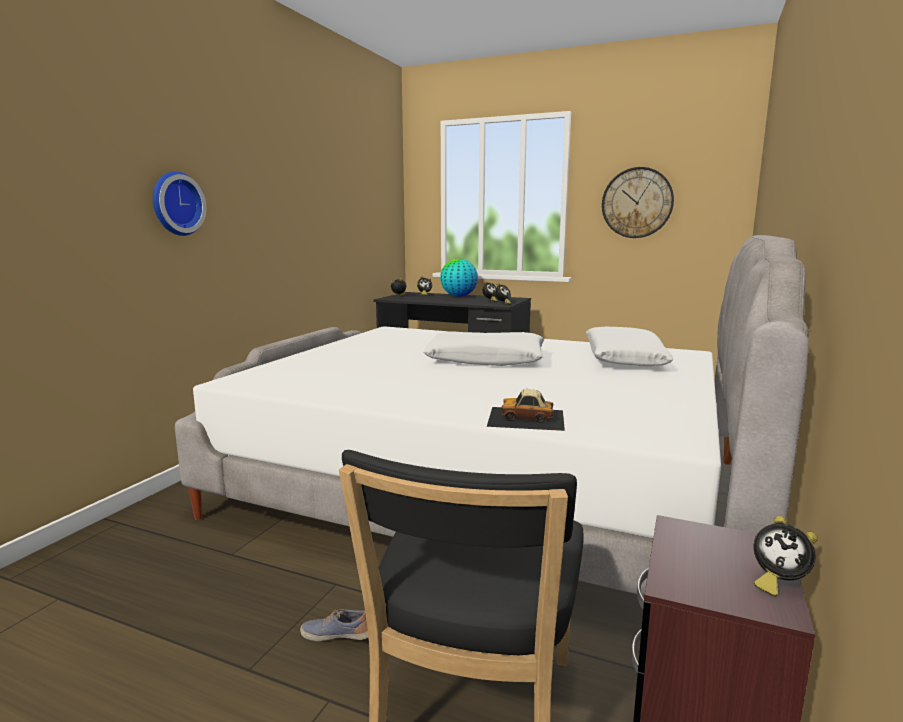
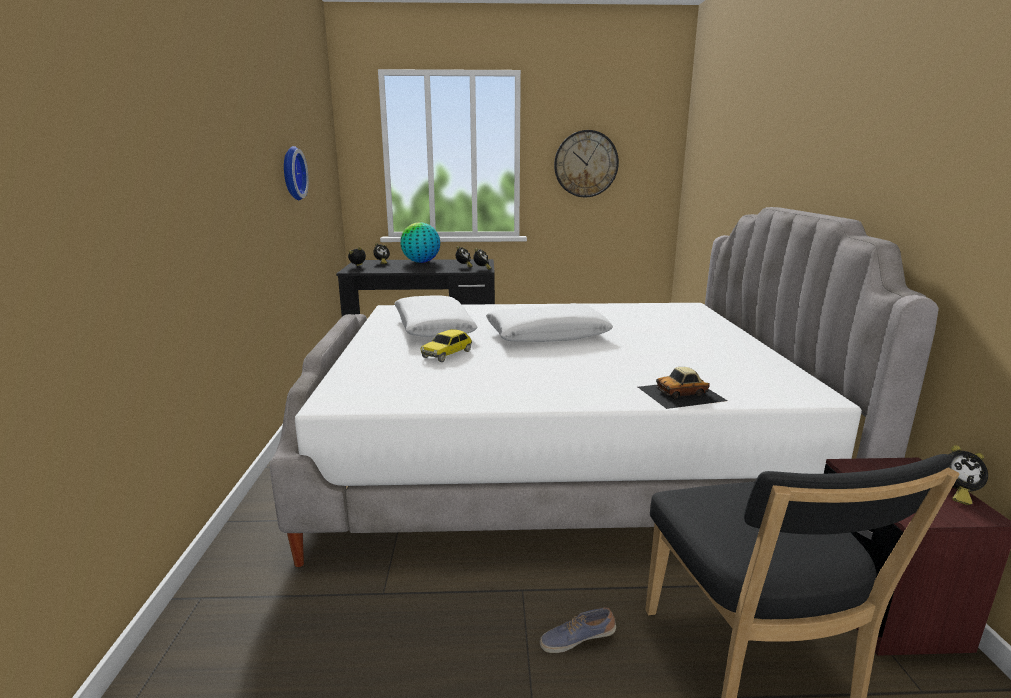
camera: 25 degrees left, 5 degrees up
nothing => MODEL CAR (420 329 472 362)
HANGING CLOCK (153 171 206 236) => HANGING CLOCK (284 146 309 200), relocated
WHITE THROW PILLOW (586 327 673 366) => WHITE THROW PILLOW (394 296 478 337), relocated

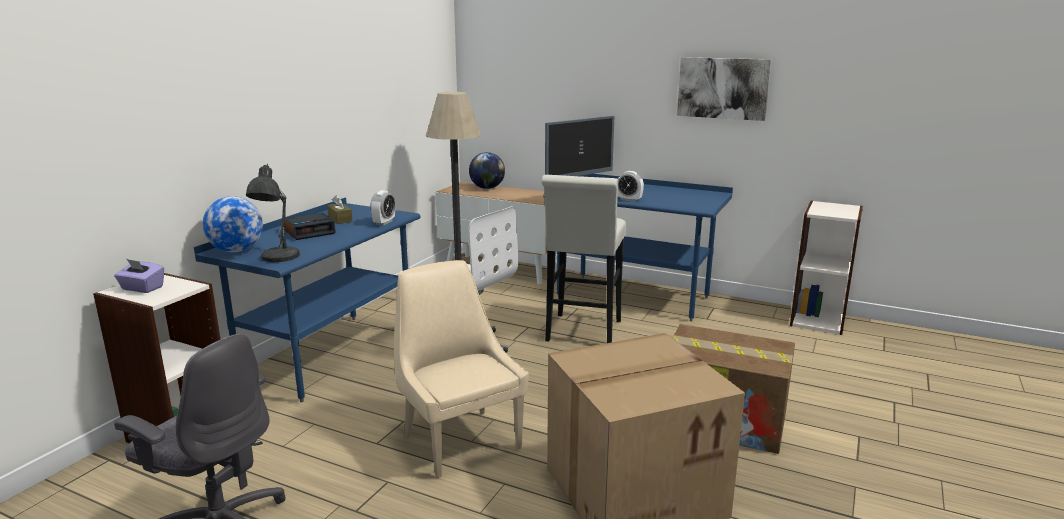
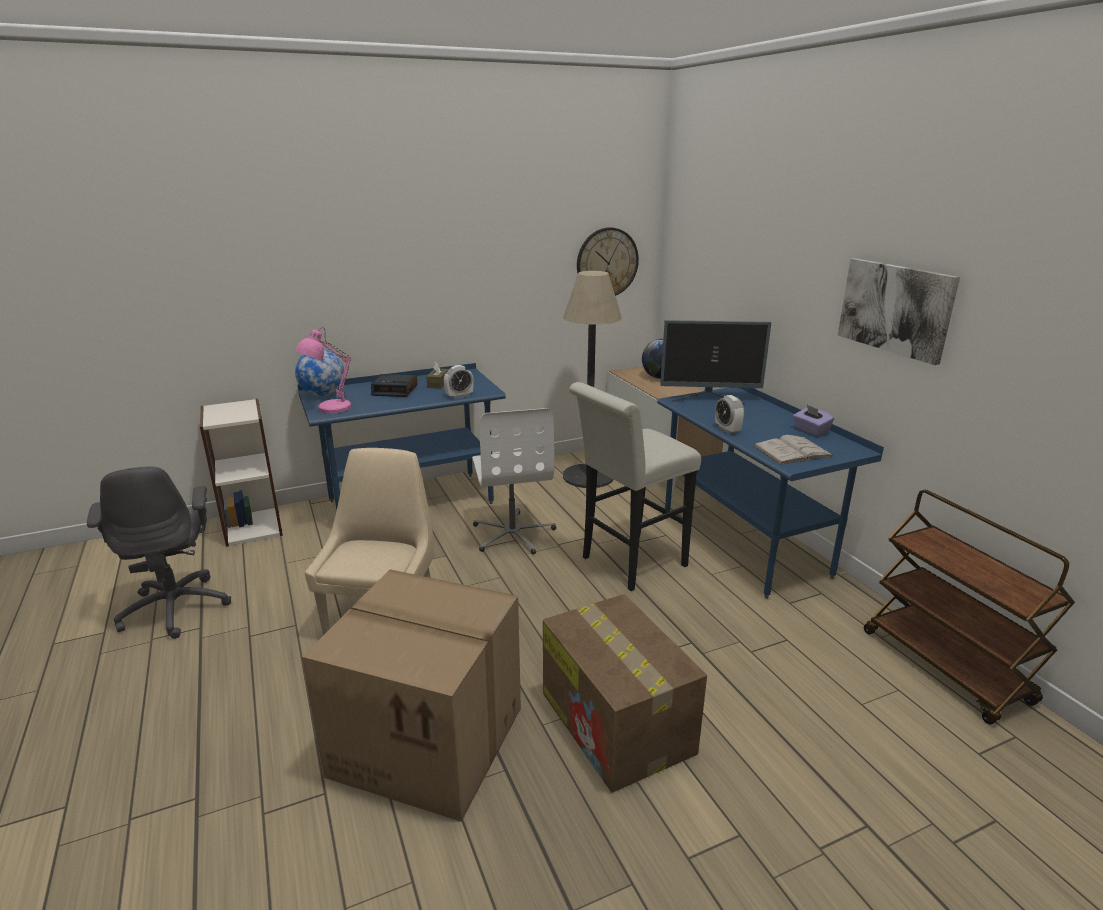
camera: 40 degrees right, 5 degrees up
nothing => HANGING CLOCK (577 227 639 296)
nothing => WHITE VOLUME (753 435 834 465)
PURPLISH BOX OF TISSUES (114 259 164 293) => PURPLISH BOX OF TISSUES (793 405 834 436), relocated
SHELVING UNIT (790 201 863 335) => BROWN WHEELED CART (864 490 1075 725)
GREY LAMP FOR A TABLE (246 164 300 262) => PINK LAMP FOR A TABLE (295 328 351 413)

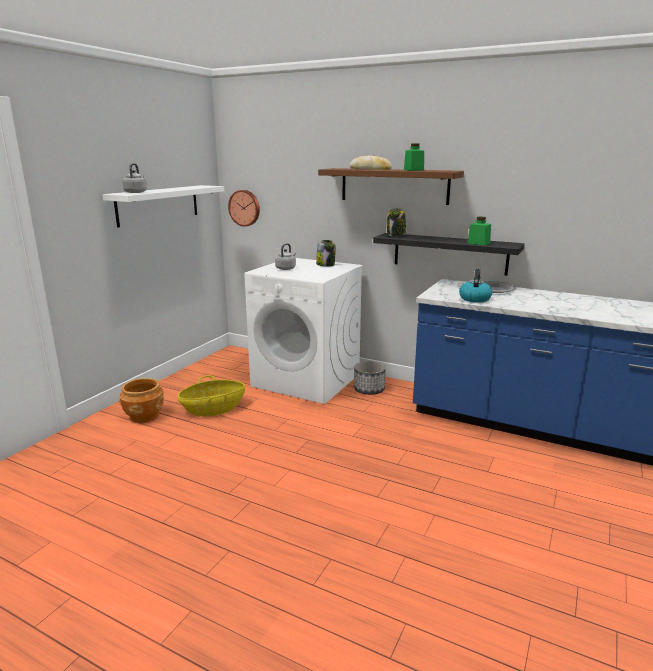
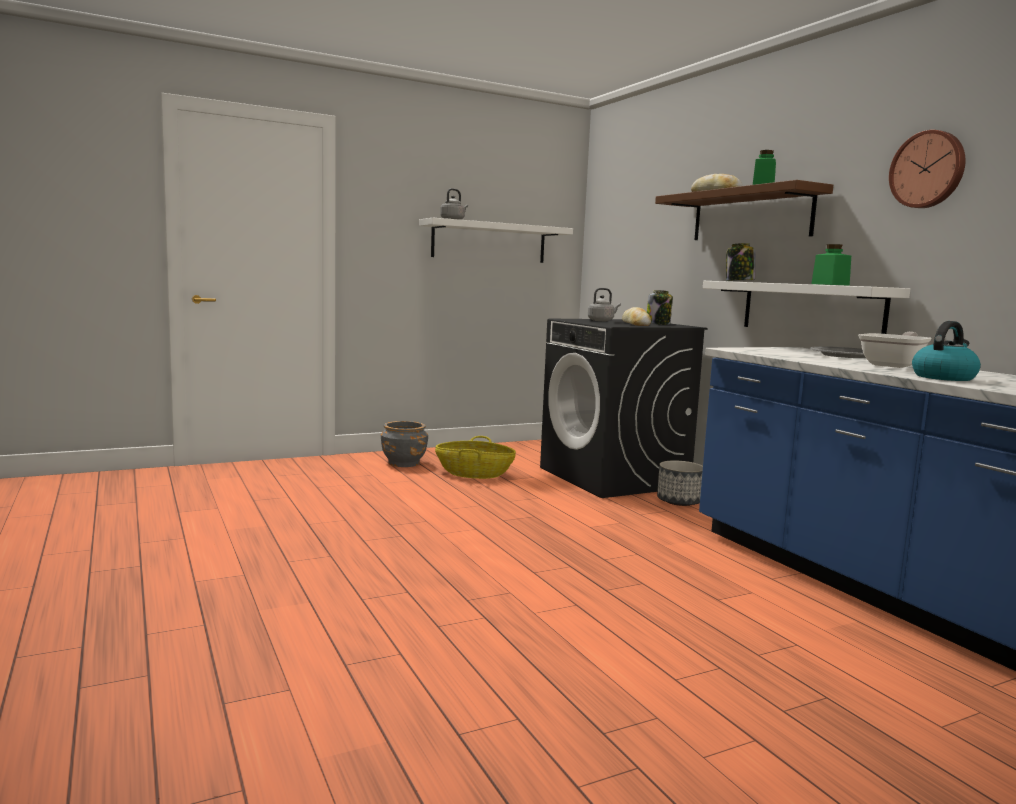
camera: 35 degrees right, 10 degrees down
nothing => BAKERY BREAD (622 307 651 326)
nothing => PAN (858 332 931 368)
HANGING CLOCK (228 190 260 227) => HANGING CLOCK (889 130 966 208), relocated
WATER KETTLE (459 269 492 302) => WATER KETTLE (912 321 981 381), relocated
BROWN PLANTER (120 378 164 423) => GREY PLANTER (381 421 428 467)
WHITE LAUNDRY APPLIANCE (244 258 363 404) => BLACK LAUNDRY APPLIANCE (540 318 708 498)
BLACK SHELF (373 233 525 276) => WHITE SHELF (703 281 910 334)

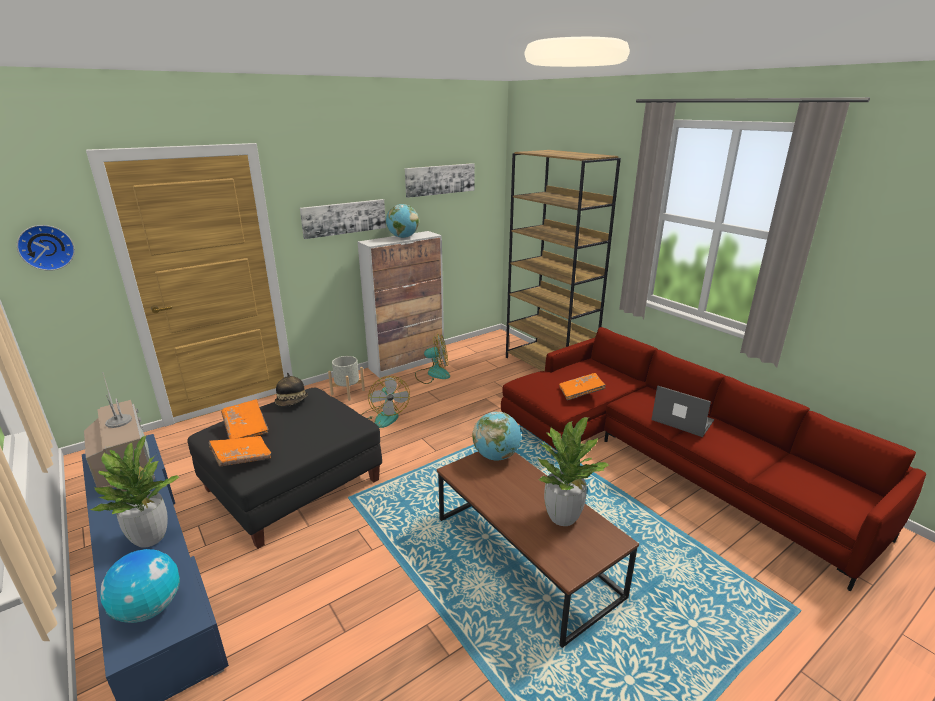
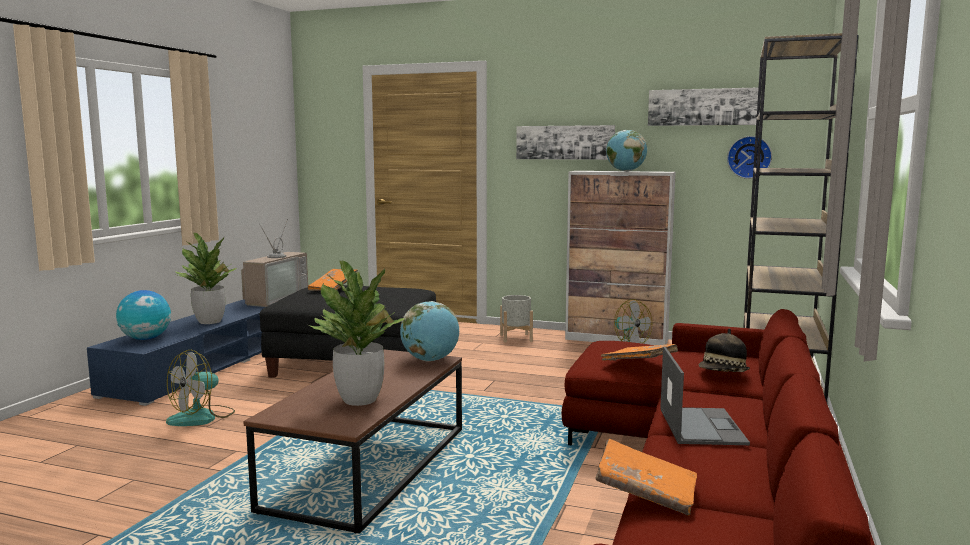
camera: 55 degrees right, 15 degrees down
HANGING CLOCK (17 225 75 271) => HANGING CLOCK (727 136 772 179), relocated
ORANGE-COLOURED VOLUME (208 436 271 466) => ORANGE-COLOURED VOLUME (595 439 697 516), relocated
CLOTHING HAT (275 373 308 406) => CLOTHING HAT (699 328 750 372), relocated
FAN (361 376 410 428) => FAN (166 350 235 426), relocated

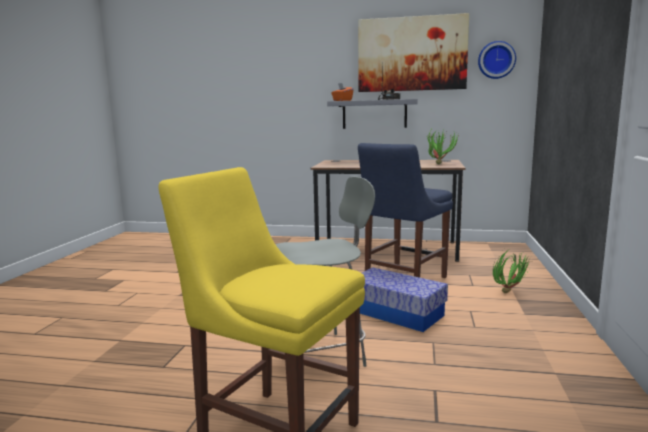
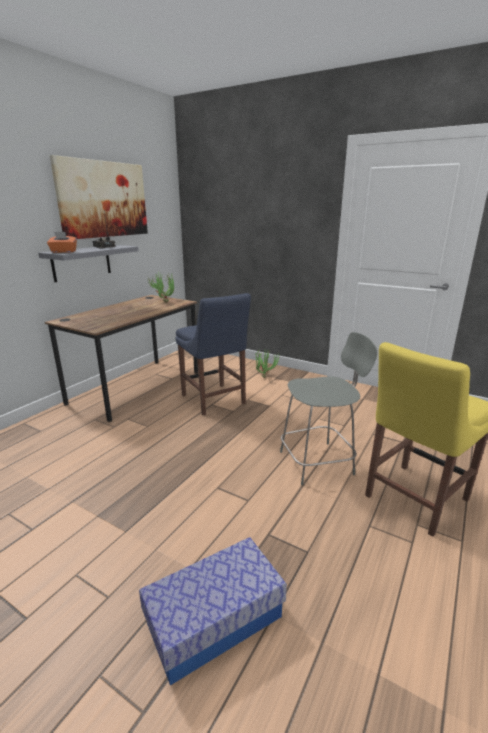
camera: 70 degrees left, 10 degrees up
HANGING CLOCK (478 41 516 79) => nothing
STORAGE BOX (360 267 448 332) => STORAGE BOX (139 537 287 685), relocated
GREY UPRIGHT CHAIR (276 177 375 367) => GREY UPRIGHT CHAIR (280 332 377 485), 75 degrees clockwise

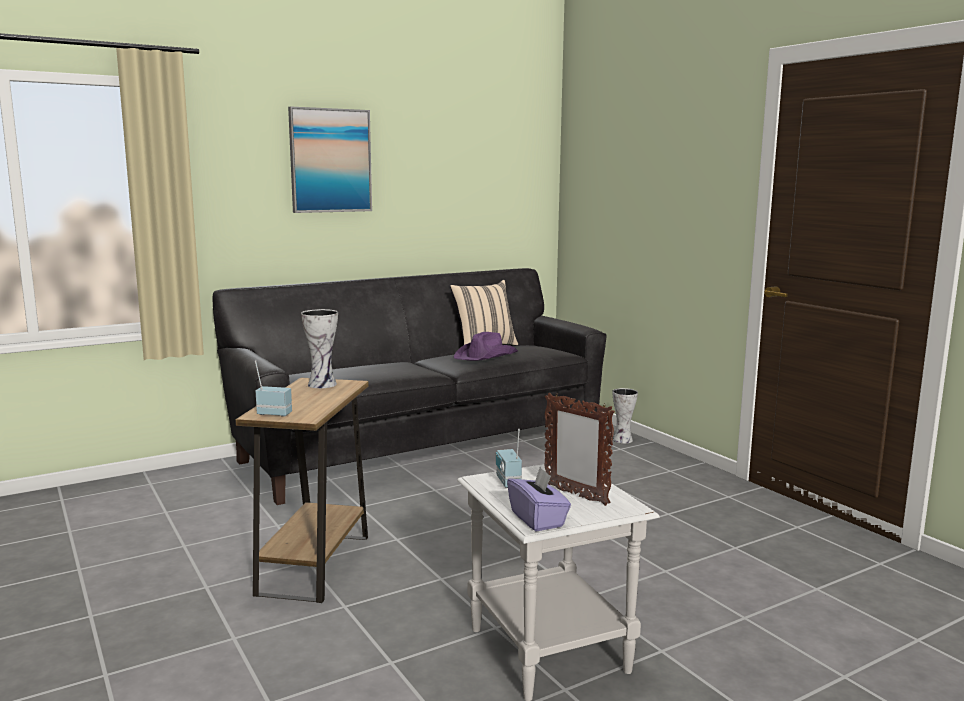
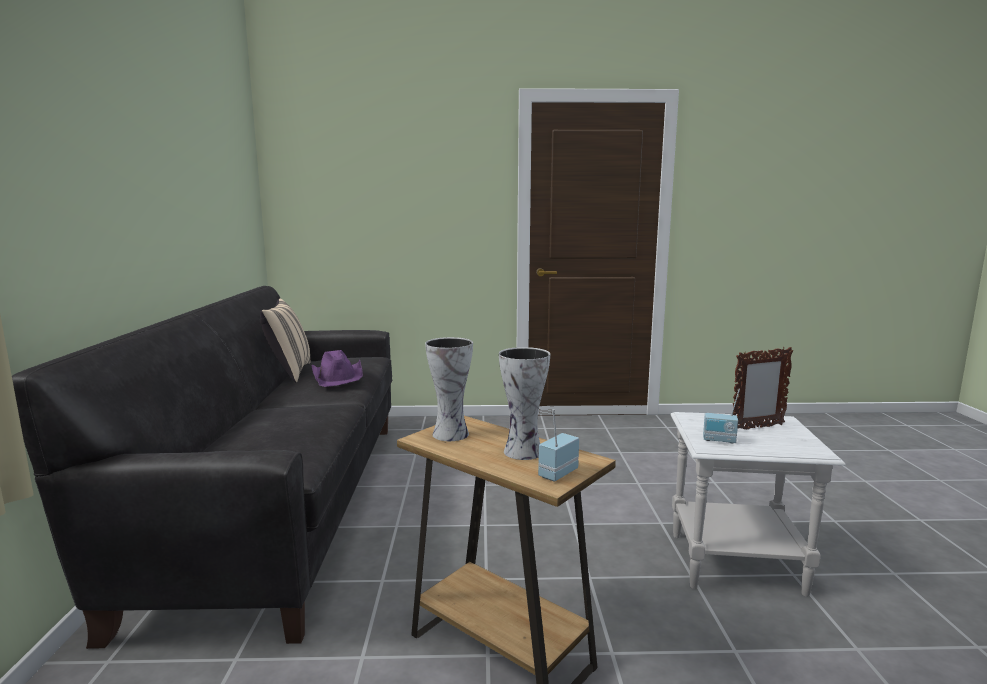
camera: 60 degrees left, 0 degrees up
PICTURE (288 106 372 213) => nothing
PURPLISH BOX OF TISSUES (507 467 571 532) => nothing
FLOWER VASE (613 388 638 443) => FLOWER VASE (499 347 550 460), relocated

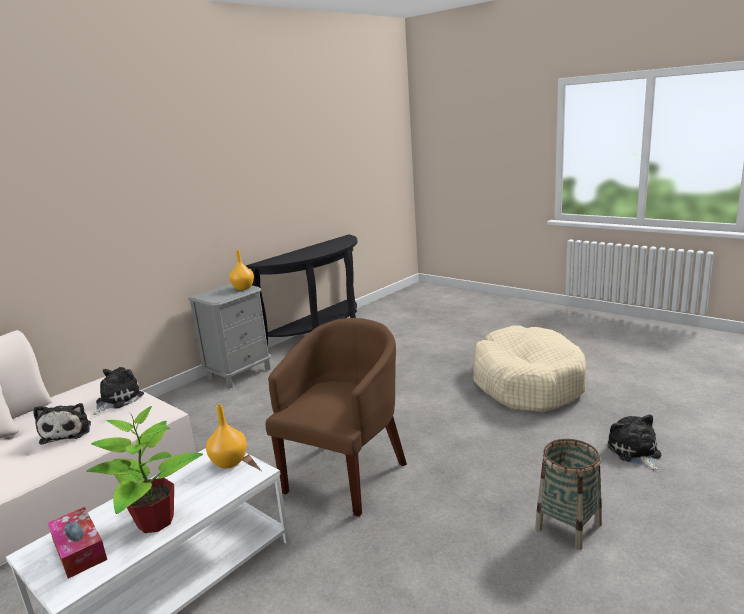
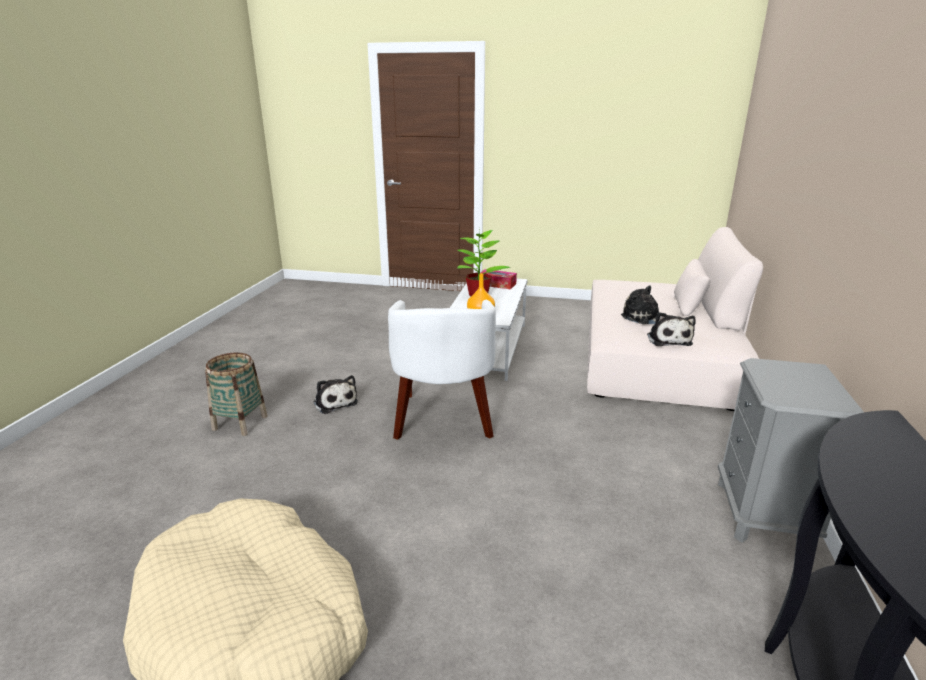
camera: 150 degrees right, 5 degrees up
ORANGE-COLOURED FLOWER VASE (229 250 254 290) => nothing
PLUSH TOY (608 414 661 471) => PLUSH TOY (314 375 358 414), relocated
BROWN LOUNGE CHAIR (266 318 407 517) => WHITE LOUNGE CHAIR (388 300 496 440)

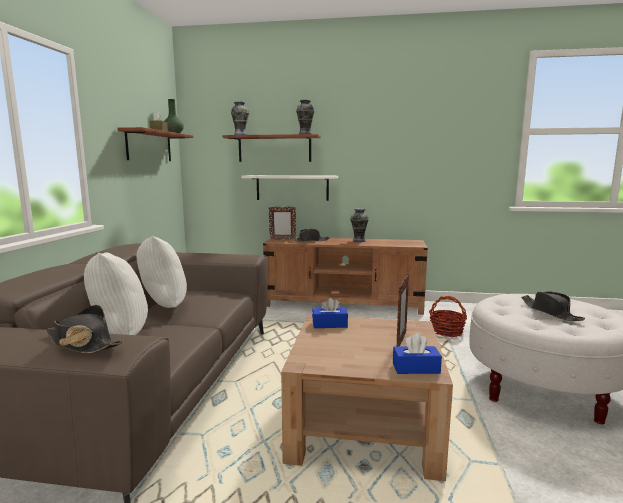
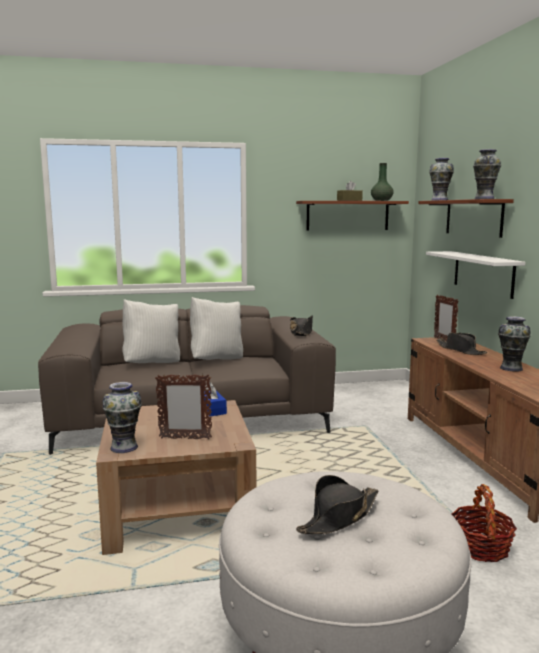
camera: 70 degrees right, 0 degrees up
BLACK CLOTHING HAT (47 305 124 353) => BLACK CLOTHING HAT (290 315 313 336), relocated
BLUE BOX OF TISSUES (393 333 442 374) => FLOWER VASE (102 382 142 453)

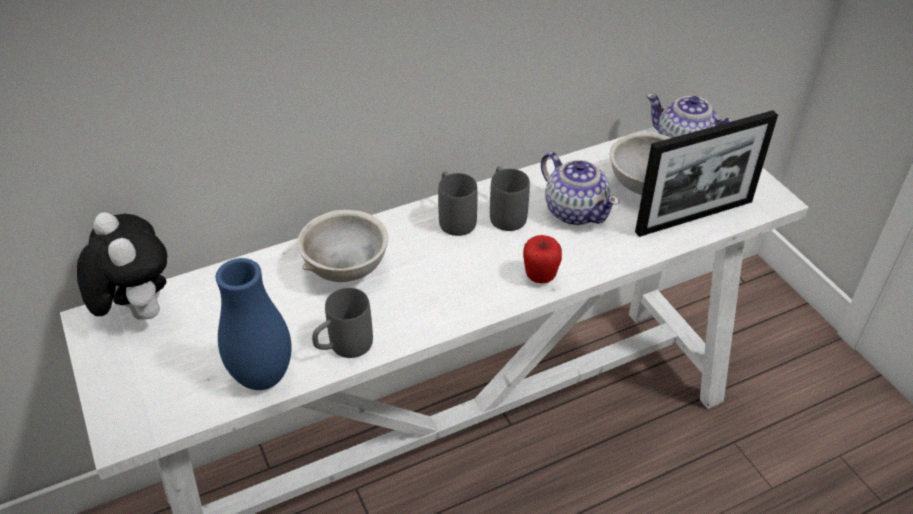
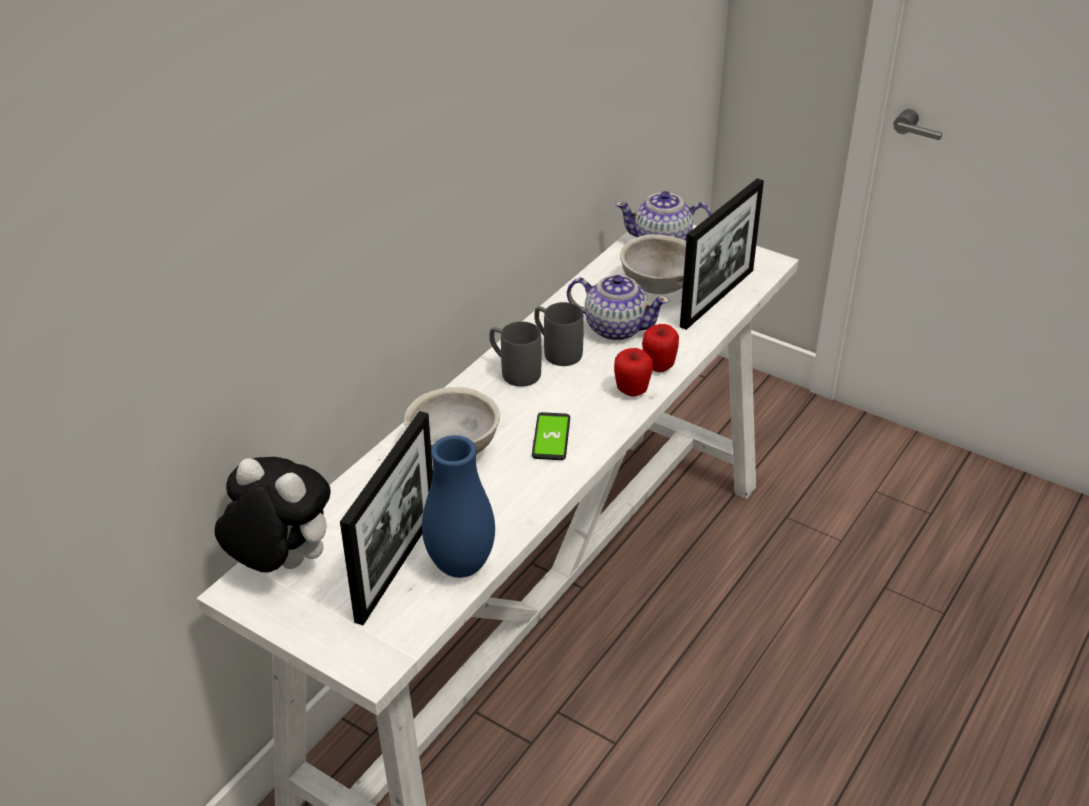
camera: 30 degrees left, 5 degrees down
GREY COFFEE MUG (312 288 373 358) => nothing
nothing => PICTURE FRAME (340 411 433 625)
nothing => PHONE (532 412 570 460)
nothing => WHOLE APPLE (642 324 679 372)

